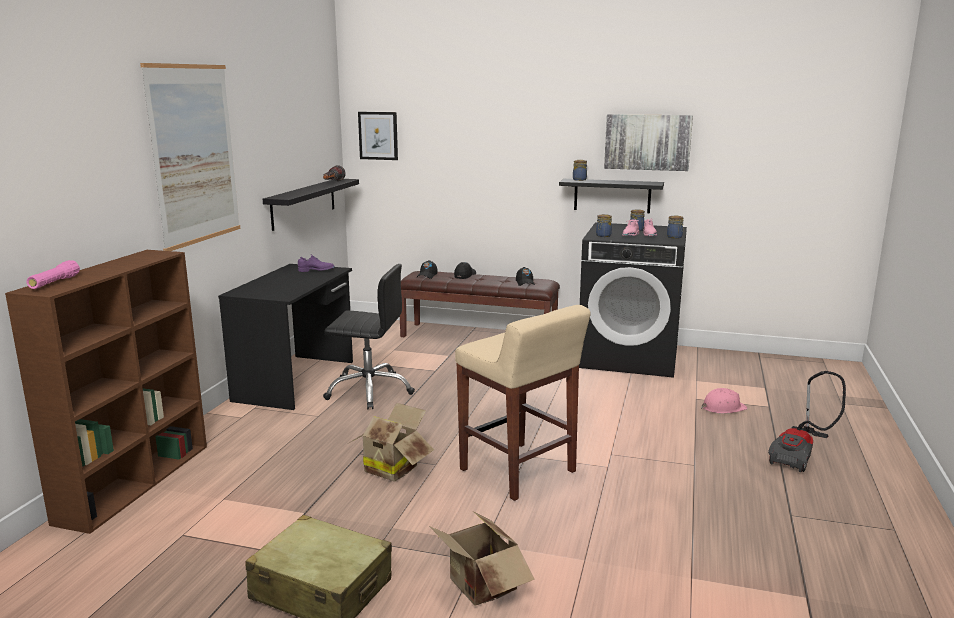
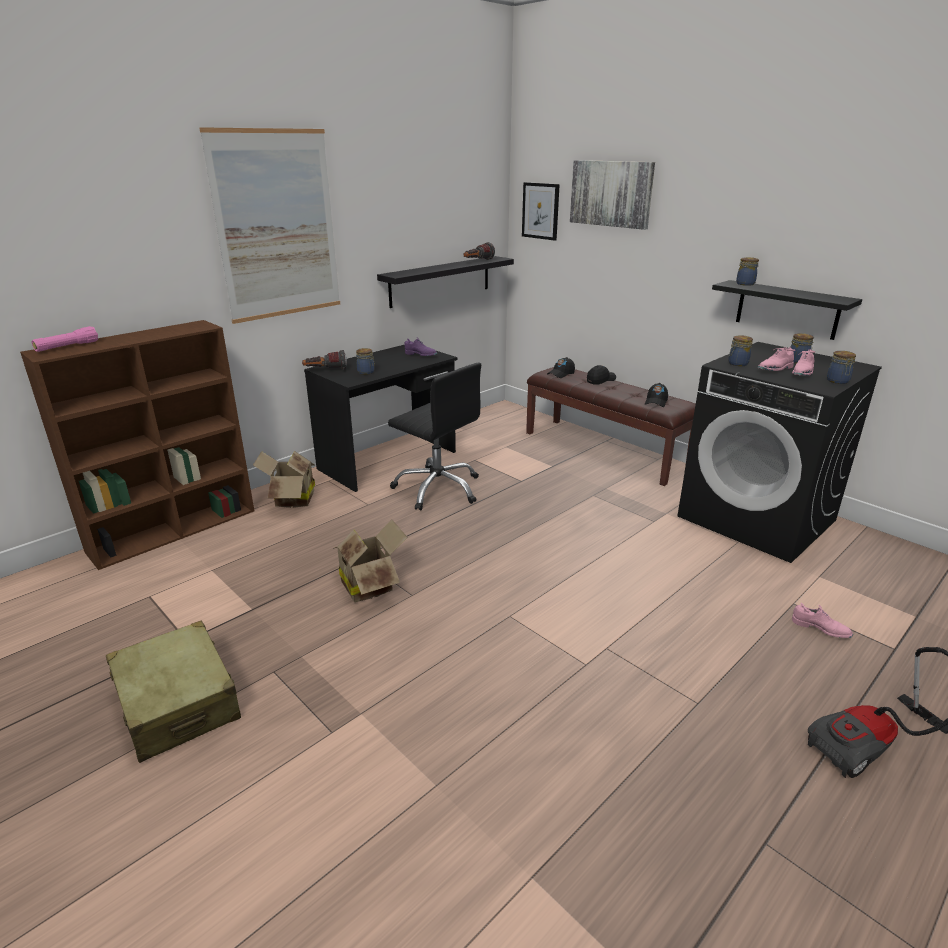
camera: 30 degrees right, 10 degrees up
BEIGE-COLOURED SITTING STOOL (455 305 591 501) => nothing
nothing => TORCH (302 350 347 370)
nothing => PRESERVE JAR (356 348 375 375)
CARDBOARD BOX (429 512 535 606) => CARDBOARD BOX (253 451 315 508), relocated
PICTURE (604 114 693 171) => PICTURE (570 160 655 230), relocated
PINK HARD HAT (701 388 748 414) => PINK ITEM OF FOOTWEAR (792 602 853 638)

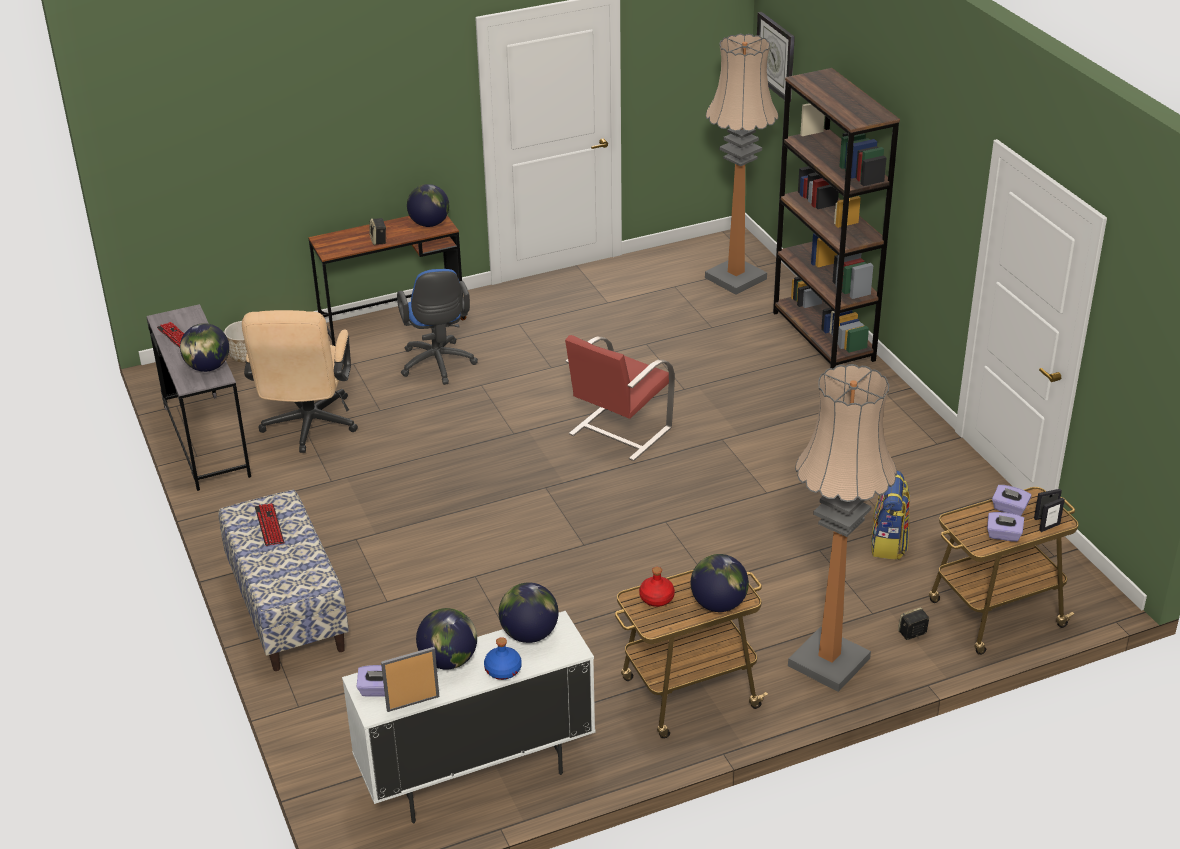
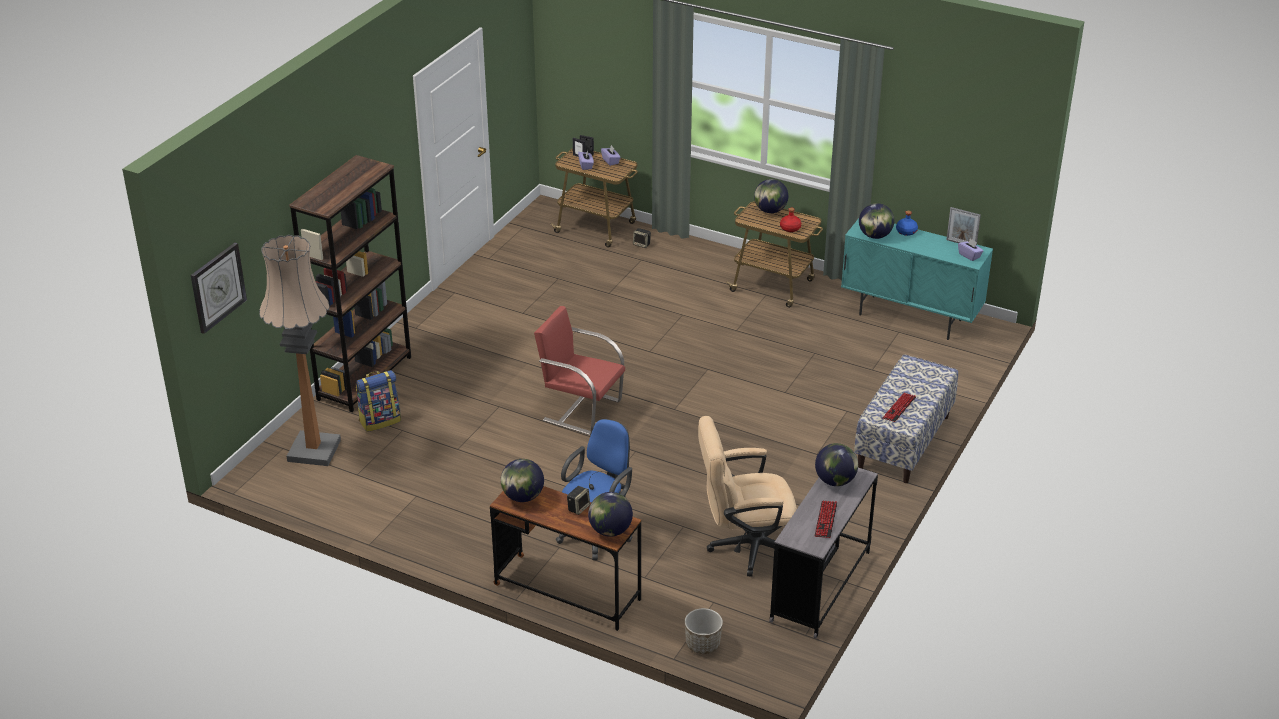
camera: 130 degrees left, 0 degrees up
STANDARD LAMP (788 364 897 692) => nothing
GLOBE (416 608 477 670) => GLOBE (588 492 633 537), relocated
RUCKSACK (871 471 910 560) => RUCKSACK (356 370 401 432), relocated
WHITE CUPBOARD (342 611 596 823) => TURQUOISE CUPBOARD (841 218 993 340)
BEIGE-COLOURED OFFICE CHAIR (242 310 358 453) => BEIGE-COLOURED OFFICE CHAIR (698 416 797 577), 150 degrees counterclockwise
REDDISH UPRIGHT CHAIR (565 335 675 461) => REDDISH UPRIGHT CHAIR (534 306 625 435), 150 degrees counterclockwise

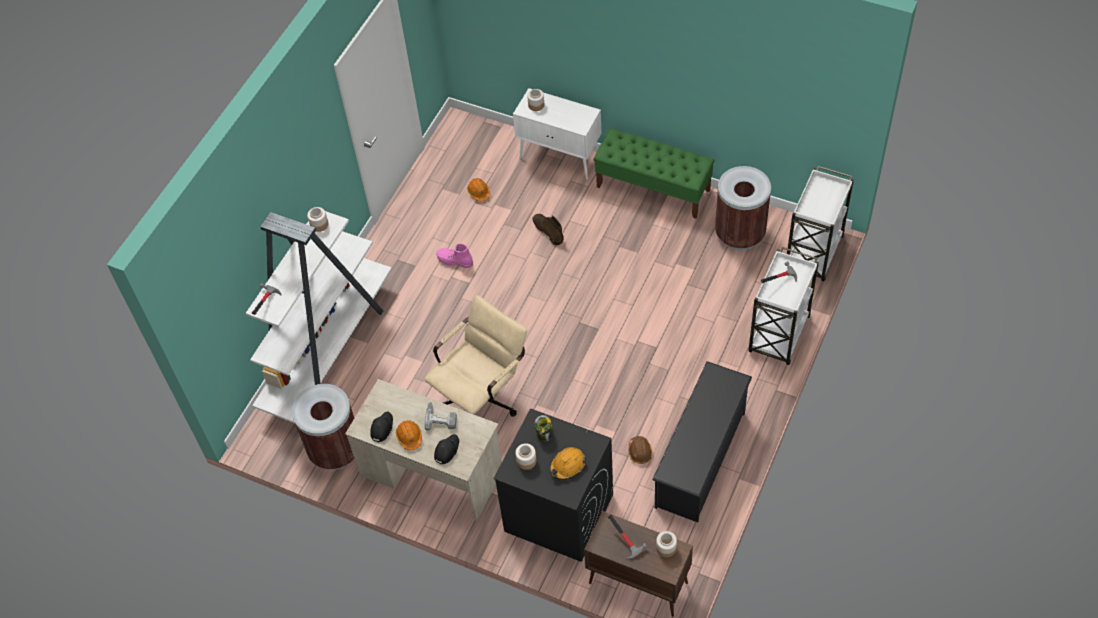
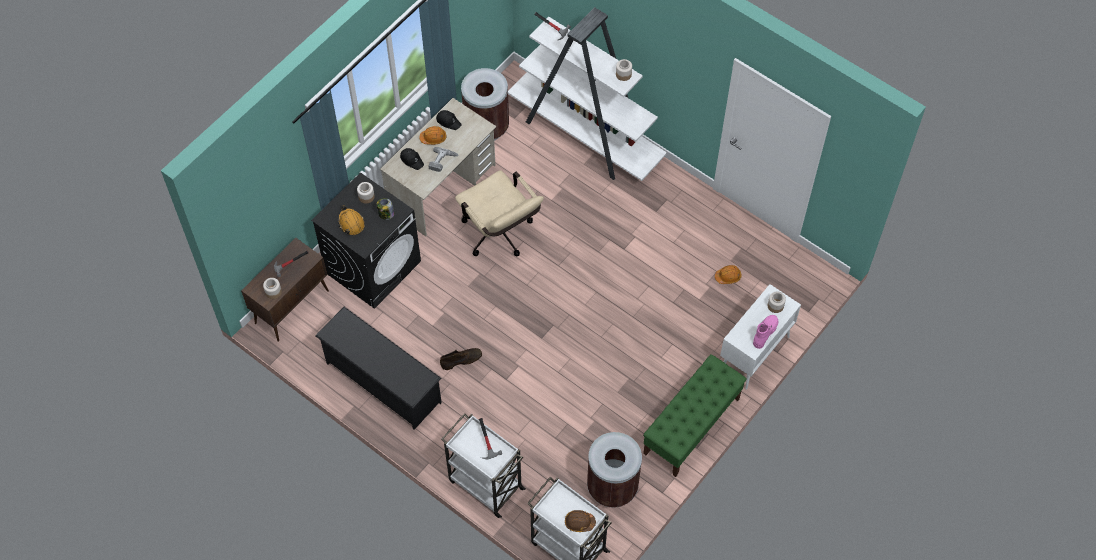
camera: 100 degrees right, 5 degrees up
PINK HIGH-TOP BOOT (436 244 473 268) => PINK HIGH-TOP BOOT (753 315 779 349), relocated
BROWN HIGH-TOP BOOT (532 214 564 245) => BROWN HIGH-TOP BOOT (440 348 482 370), relocated
BROWN HARD HAT (628 436 652 464) => BROWN HARD HAT (565 510 596 532), relocated

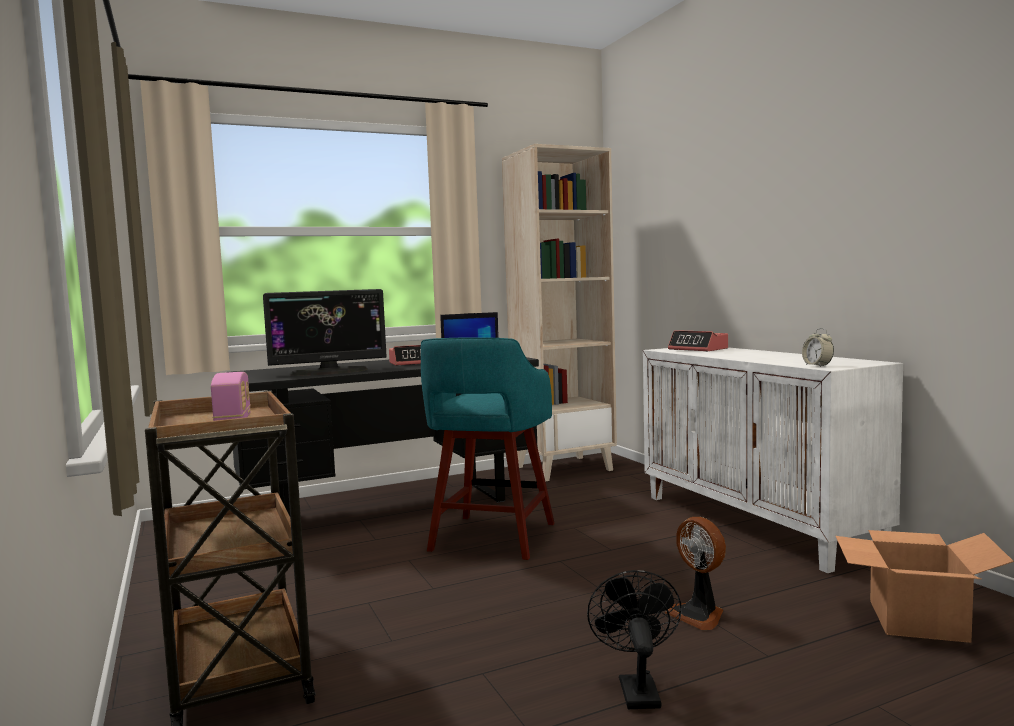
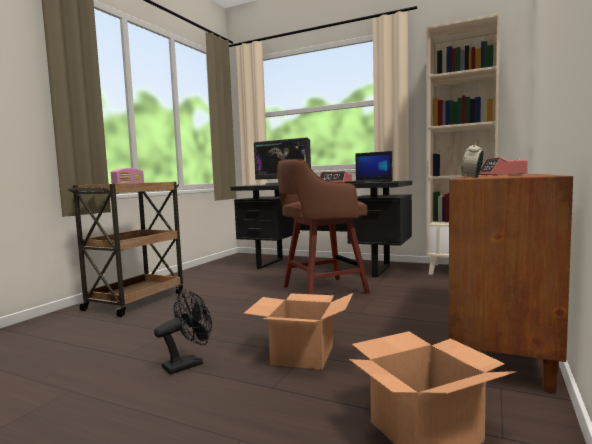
camera: 50 degrees right, 0 degrees up
FAN (665 517 726 630) => CARDBOARD BOX (243 293 353 370)
TURQUOISE SITTING STOOL (421 337 555 560) => BROWN SITTING STOOL (277 159 370 294)
WHITE CUPBOARD (643 347 903 573) => BROWN CUPBOARD (448 174 573 394)

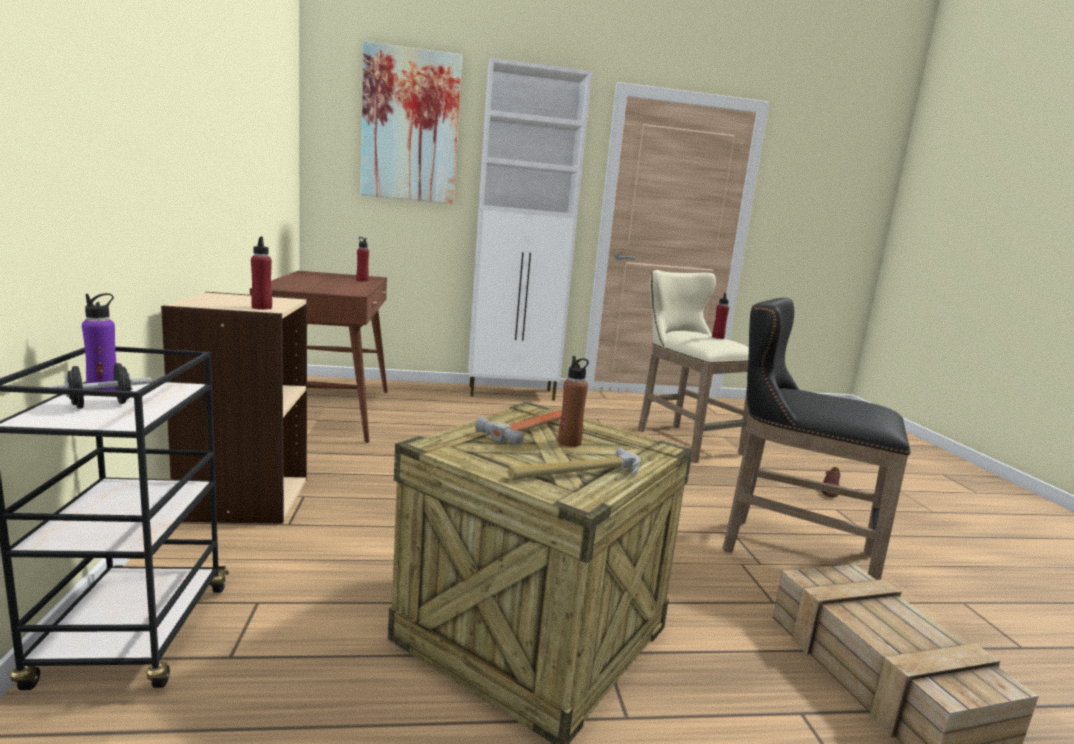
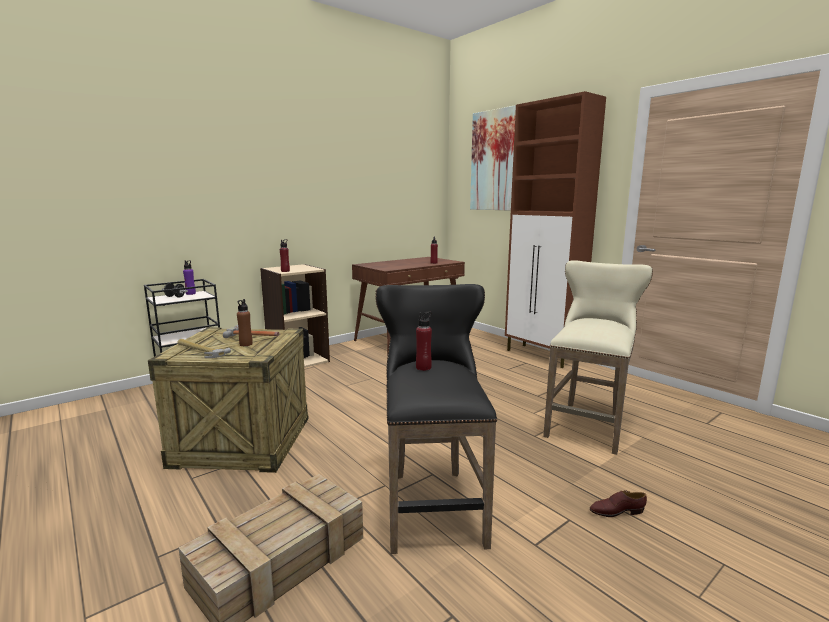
camera: 60 degrees right, 0 degrees up
REDDISH DRINK BOTTLE (712 293 729 339) => REDDISH DRINK BOTTLE (416 311 432 371), relocated
WHITE CUPBOARD (468 58 592 400) => BROWN CUPBOARD (505 91 606 368)

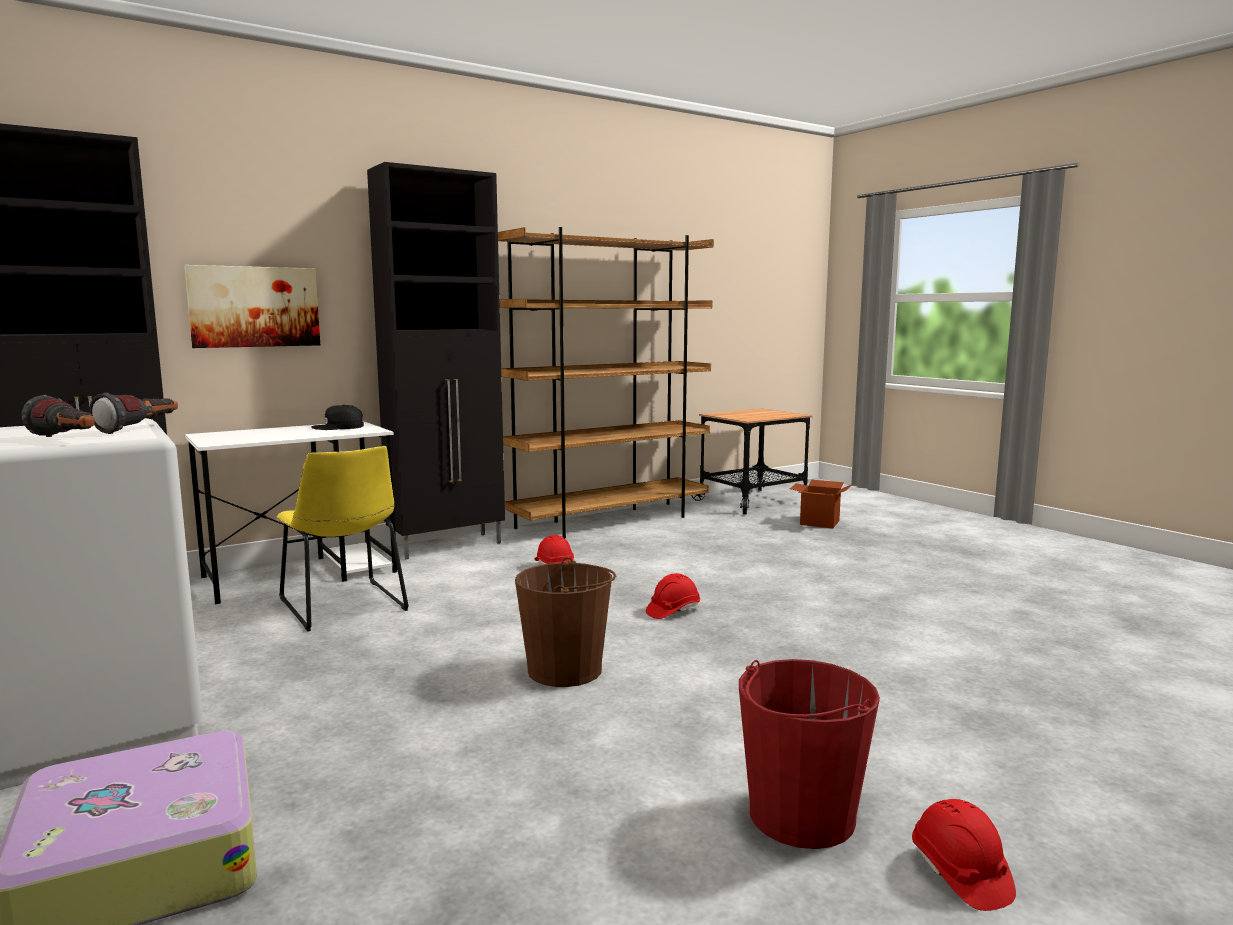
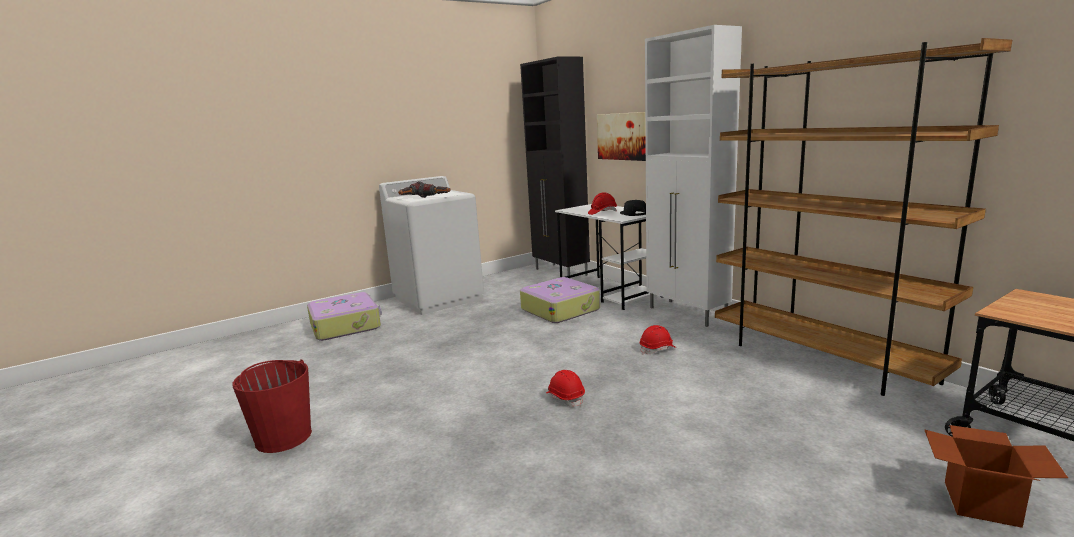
camera: 90 degrees right, 5 degrees up
BROWN BUCKET (515 557 616 687) => nothing
REDDISH HARD HAT (912 799 1016 911) => REDDISH HARD HAT (588 193 617 215), relocated
YELLOW UPRIGHT CHAIR (277 446 409 632) => SUITCASE (520 277 600 323)
BLACK CUPBOARD (367 162 505 559) => WHITE CUPBOARD (645 25 742 327)

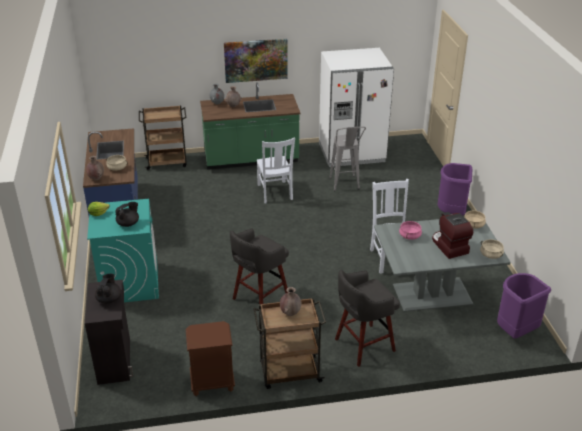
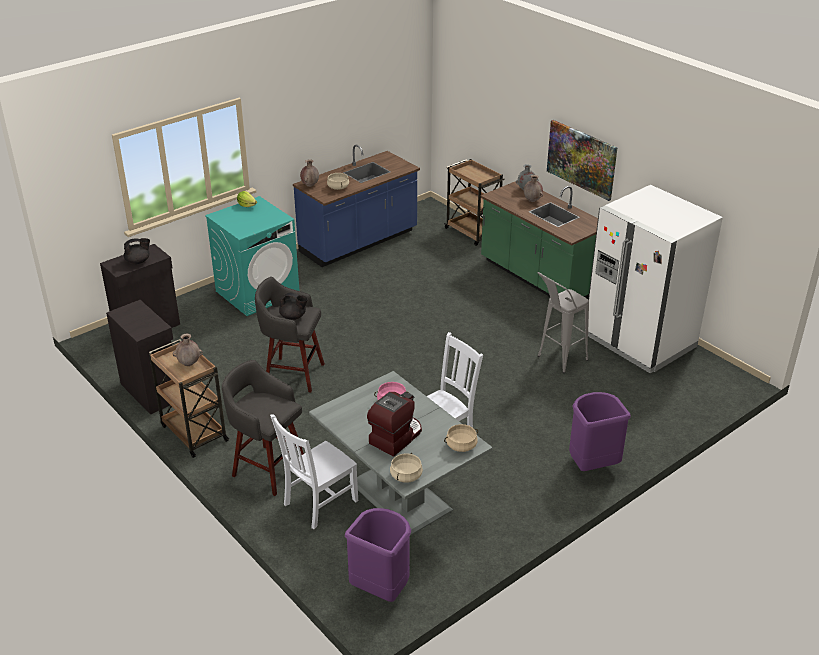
camera: 60 degrees right, 0 degrees up
BLACK TEAPOT (115 202 139 227) => BLACK TEAPOT (279 293 308 320), relocated
WHITE UPRIGHT CHAIR (257 137 295 203) => WHITE UPRIGHT CHAIR (270 414 358 529), relocated
BROWN NIGHT TABLE (186 321 235 396) => BLACK CUPBOARD (106 300 173 415)

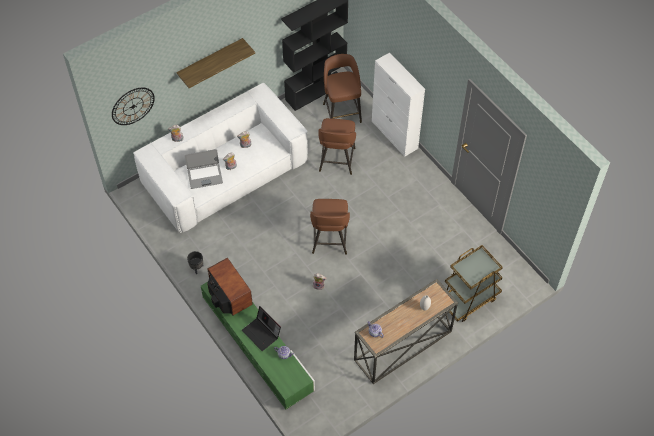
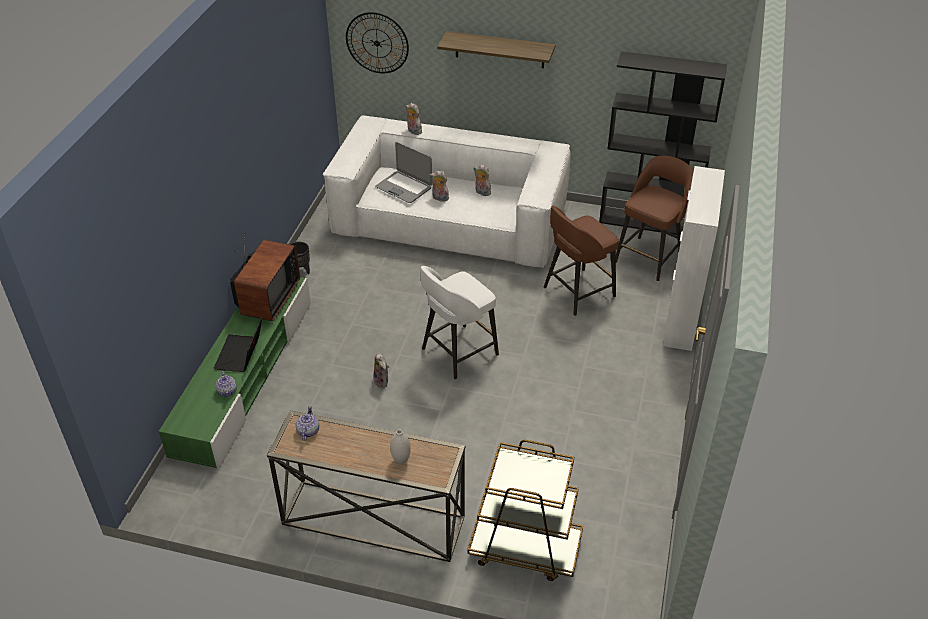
camera: 50 degrees right, 15 degrees down
BROWN SITTING STOOL (310 199 350 255) => WHITE SITTING STOOL (420 266 499 379)

